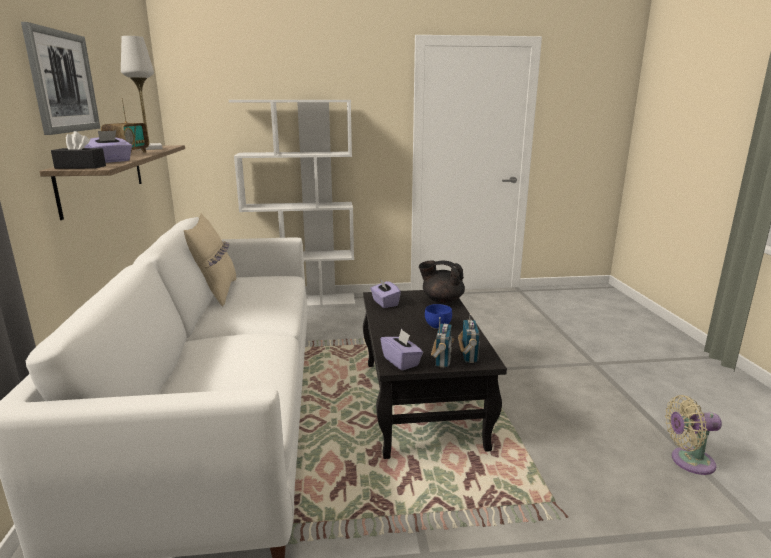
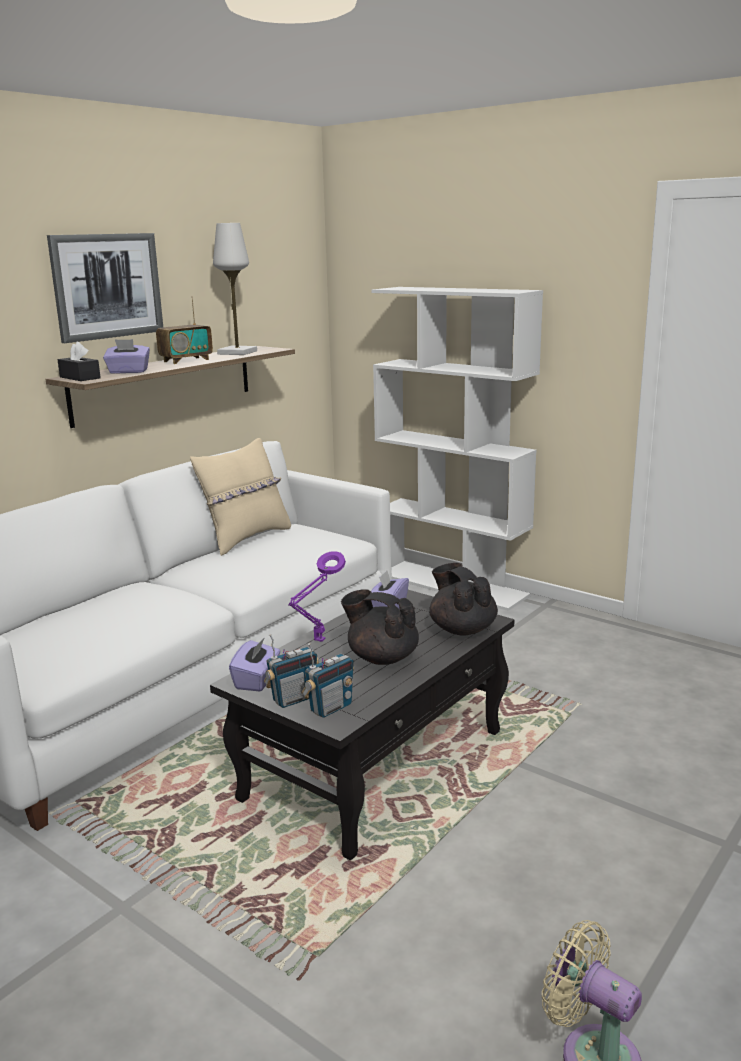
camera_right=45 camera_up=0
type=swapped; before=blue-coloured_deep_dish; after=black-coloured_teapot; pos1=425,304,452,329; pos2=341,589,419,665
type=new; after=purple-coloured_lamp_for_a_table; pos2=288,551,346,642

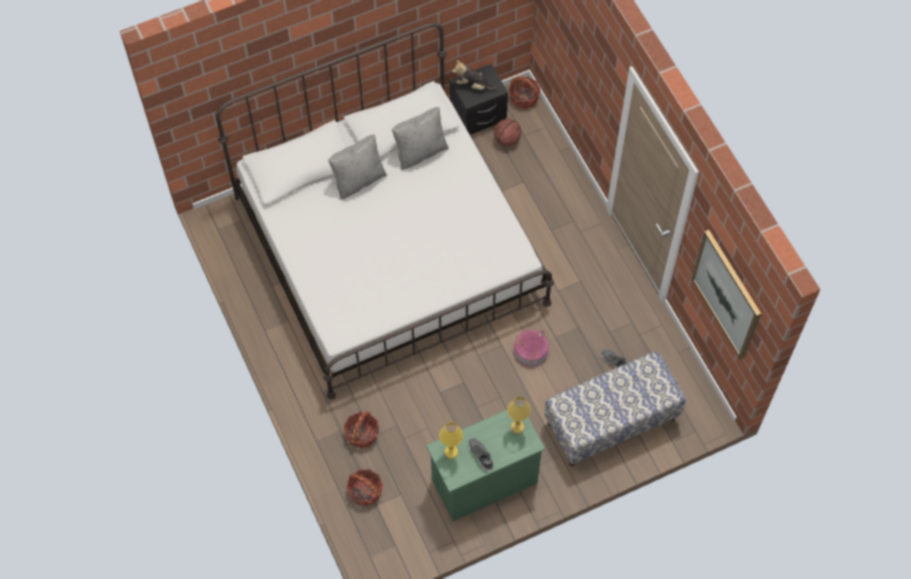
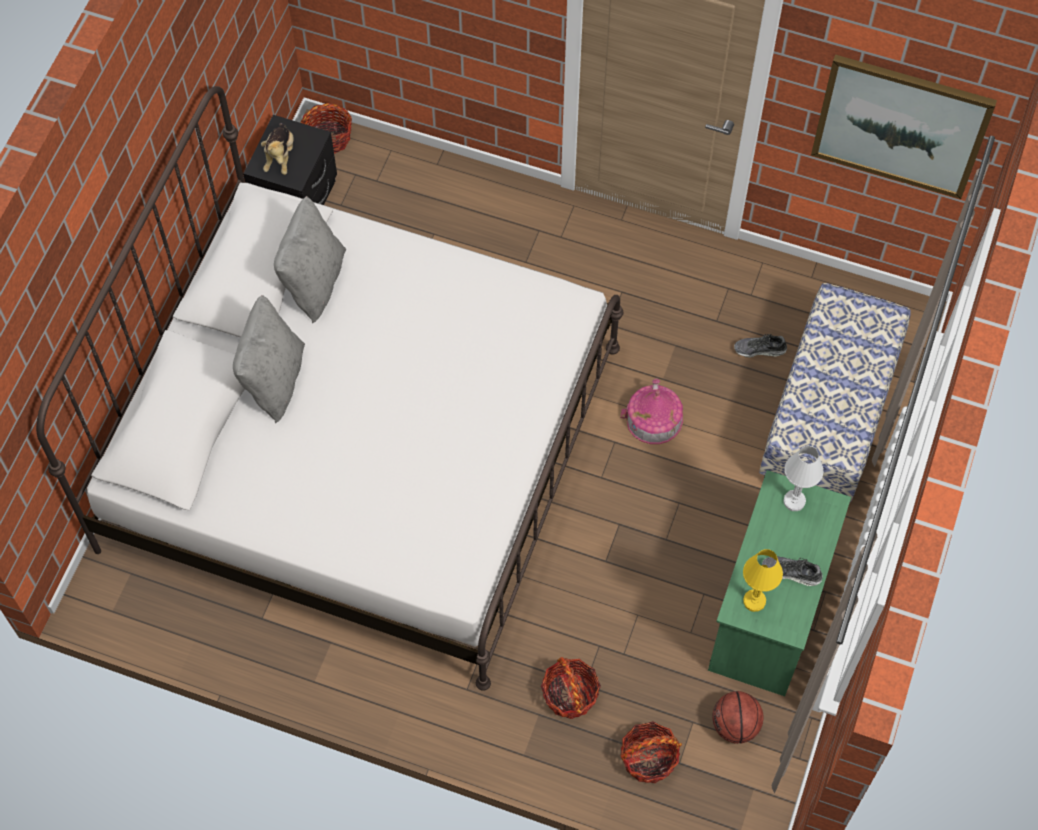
camera_right=-45 camera_up=0
type=rotated; before=cuddly_toy; pos1=452,60,497,90; pos2=261,123,294,175; turn=-60
type=shifted; before=ball_for_basketball; pos1=494,119,521,146; pos2=712,691,764,744
type=repainted; before=yellow_lamp_for_a_table; after=whitish_lamp_for_a_table; pos1=507,396,531,434; pos2=783,446,823,511

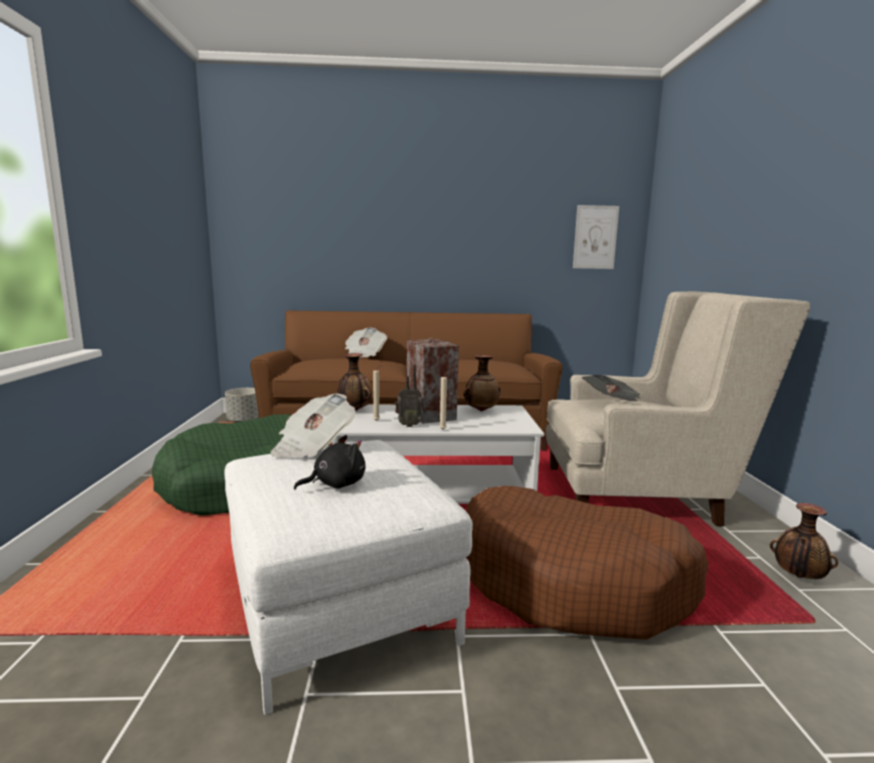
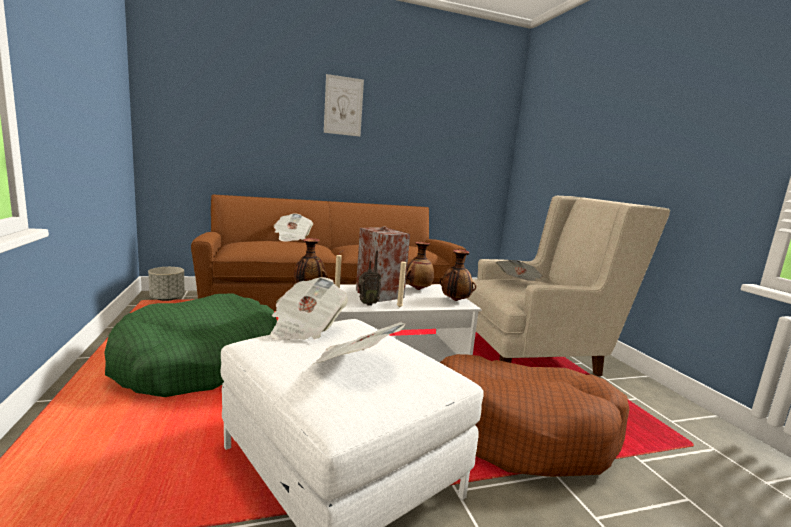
camera_right=-15 camera_up=0
type=swapped; before=black-coloured_cuddly_toy; after=daily_paper; pos1=294,435,365,490; pos2=311,321,406,365
type=shifted; before=wall_art; pos1=573,205,619,269; pos2=324,74,364,137
type=shifted; before=vase; pos1=770,503,838,579; pos2=439,250,476,301

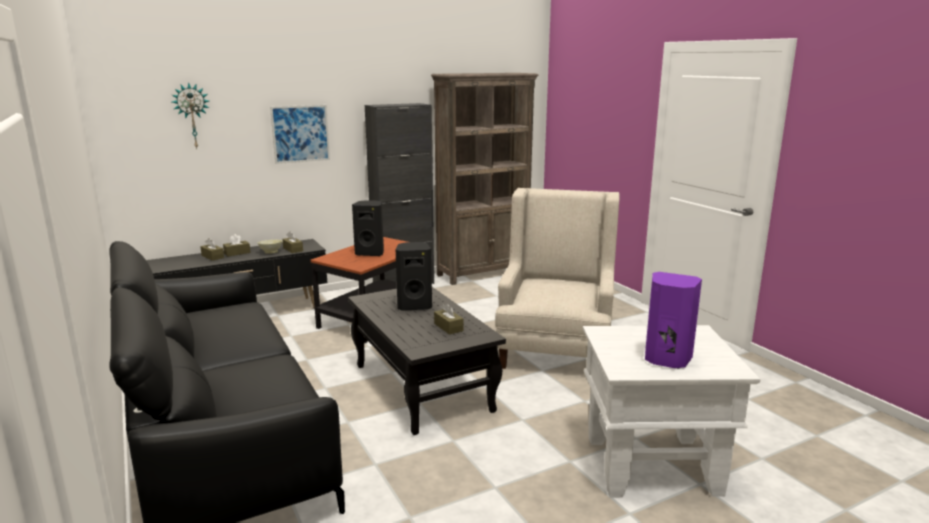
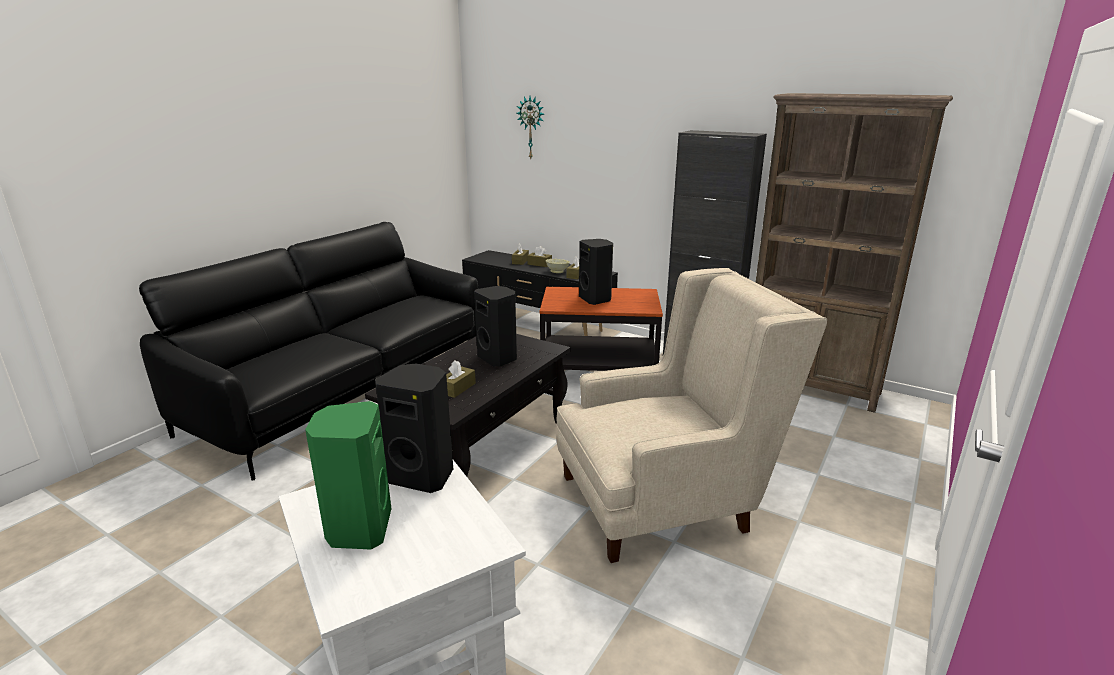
camera_right=60 camera_up=5
type=gone; before=wall_art; pos1=270,105,330,164
type=repainted; before=purple-coloured_speaker; after=green_speaker; pos1=645,272,702,369; pos2=305,401,392,550
type=new; after=black-coloured_speaker; pos2=375,363,453,493

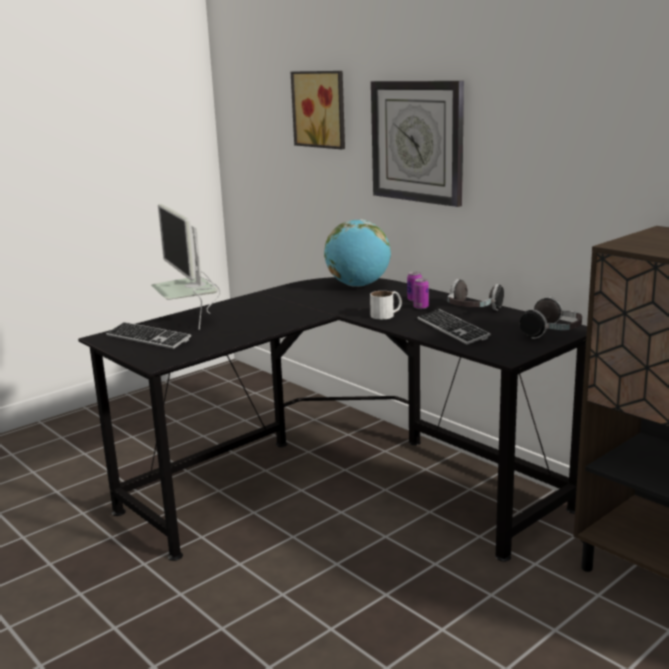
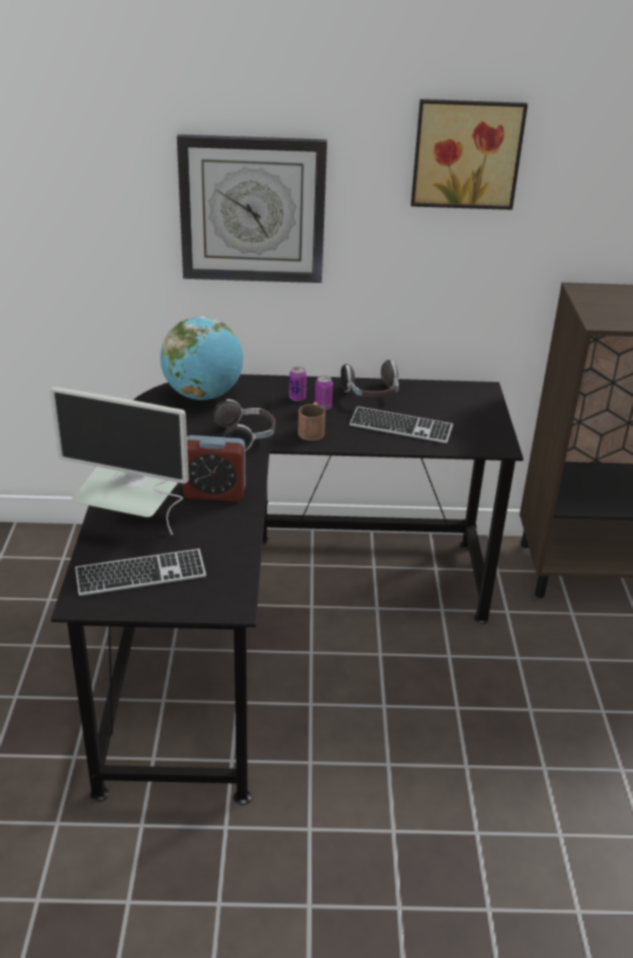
camera_right=-50 camera_up=15
type=shifted; before=wall_art; pos1=291,71,345,149; pos2=411,99,528,210
type=repainted; before=whitish_tea_mug; after=brownish_tea_mug; pos1=370,291,402,319; pos2=298,402,326,441
type=shifted; before=pair_of_headphones; pos1=519,297,582,339; pos2=212,399,276,451
type=new; after=alarm_clock; pos2=183,435,245,502

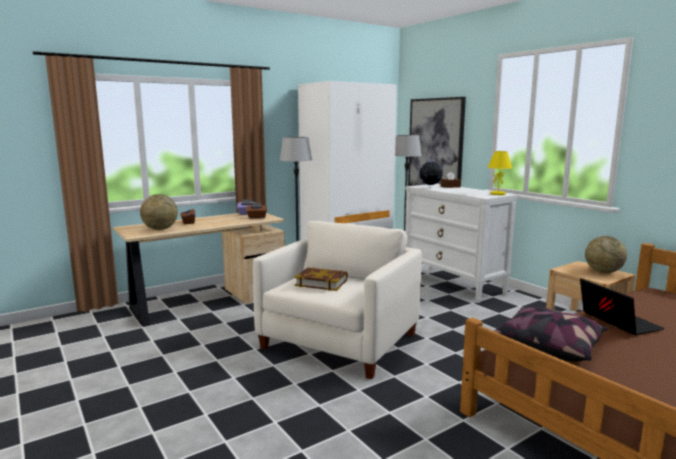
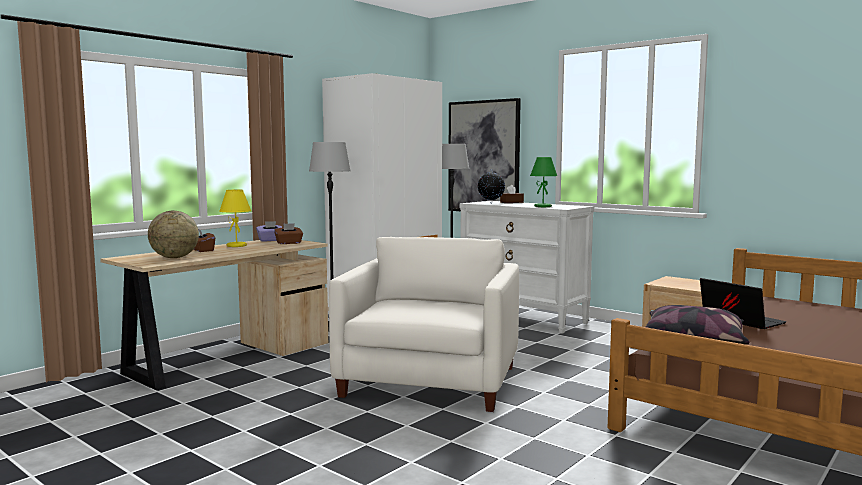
camera_right=-15 camera_up=-5
type=gone; before=volume; pos1=294,268,348,291
type=shifted; before=yellow_lamp_for_a_table; pos1=488,151,512,195; pos2=219,190,251,247
type=gone; before=desk_globe; pos1=585,236,627,273
type=new; after=green_lamp_for_a_table; pos2=530,157,558,207

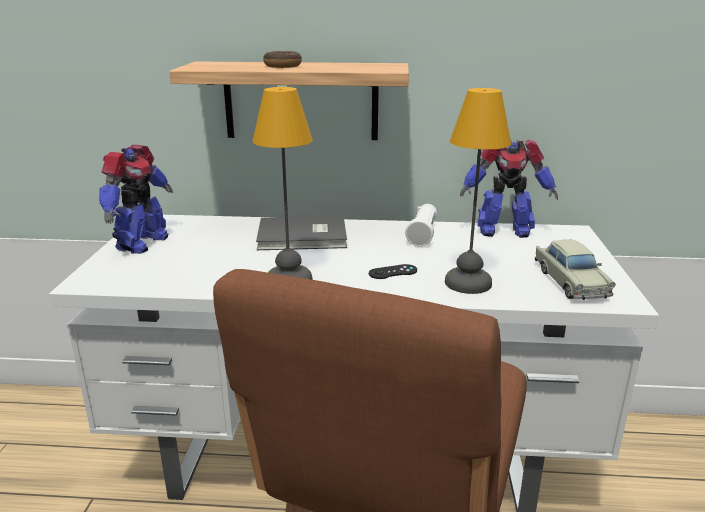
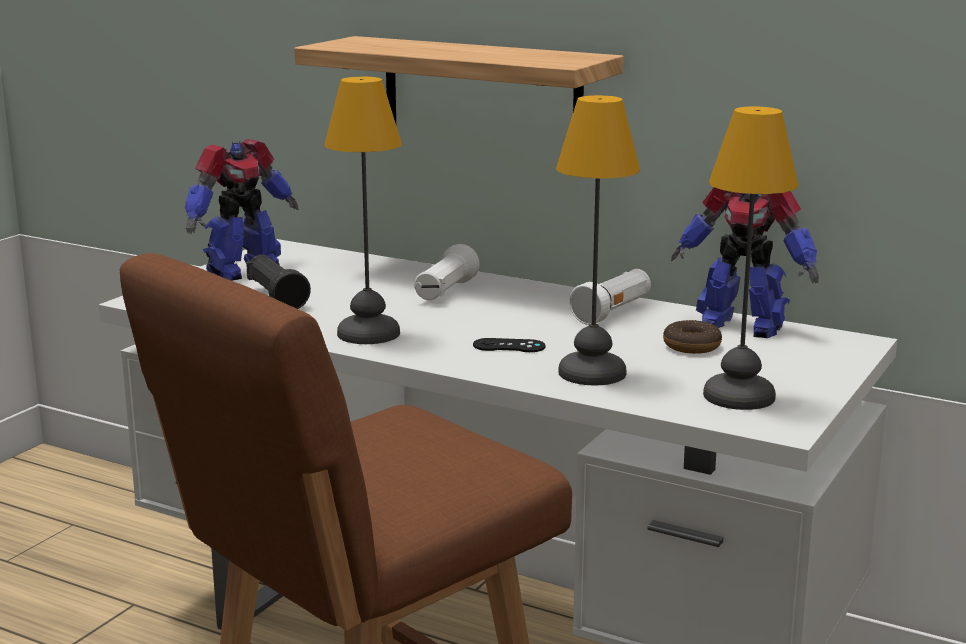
camera_right=25 camera_up=-5
type=swapped; before=grey_volume; after=whitish_flashlight; pos1=256,216,347,250; pos2=414,244,480,300
type=shifted; before=doughnut; pos1=263,51,302,68; pos2=663,320,722,354
type=swapped; before=beige-coloured_miniature_car; after=lamp_for_a_table; pos1=535,240,616,300; pos2=703,106,798,410
type=new; after=black-coloured_flashlight; pos2=246,255,311,309

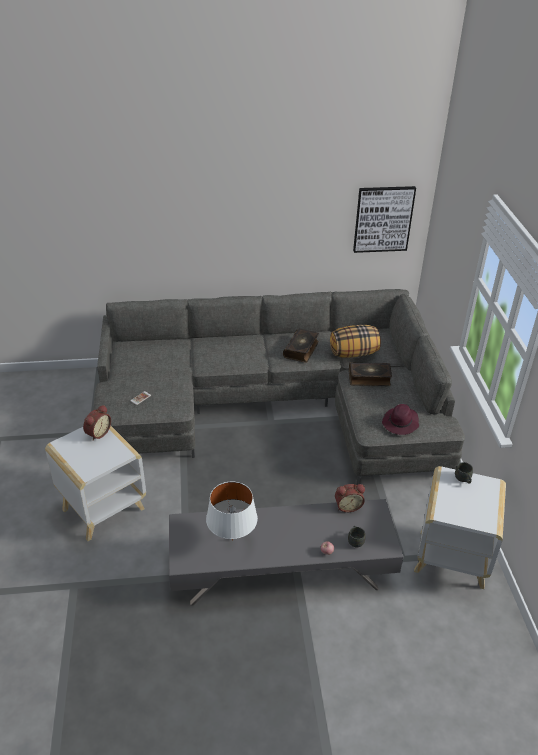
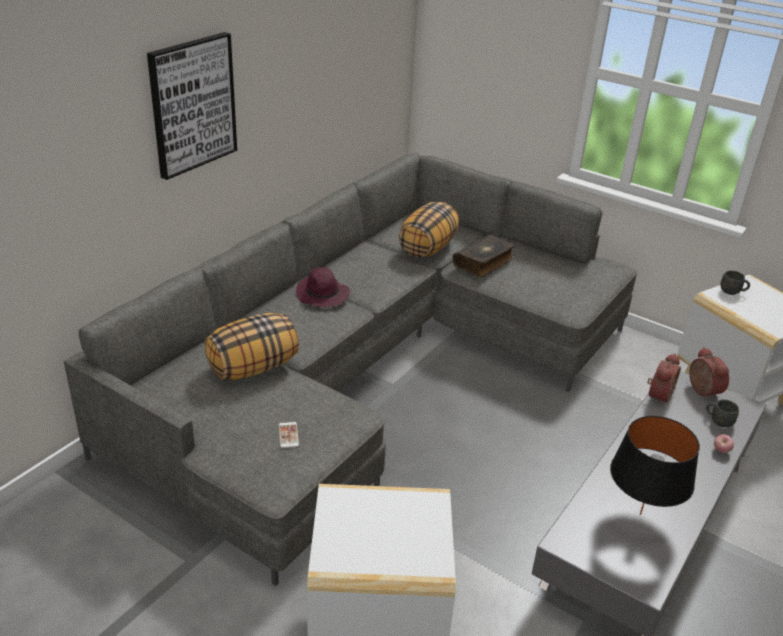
camera_right=-50 camera_up=-5
type=shifted; before=alarm_clock; pos1=83,405,111,441; pos2=689,347,729,400
type=repainted; before=whitish_lamp_for_a_table; after=black-coloured_lamp_for_a_table; pos1=206,481,258,541; pos2=610,416,700,515
type=gone; before=volume; pos1=283,329,319,363
type=shifted; before=wall_art; pos1=353,186,416,253; pos2=147,32,237,180
type=shifted; before=purple-coloured_wearable_hat; pos1=382,404,419,435; pos2=296,267,350,307
type=new; after=pillow; pos2=205,313,299,380

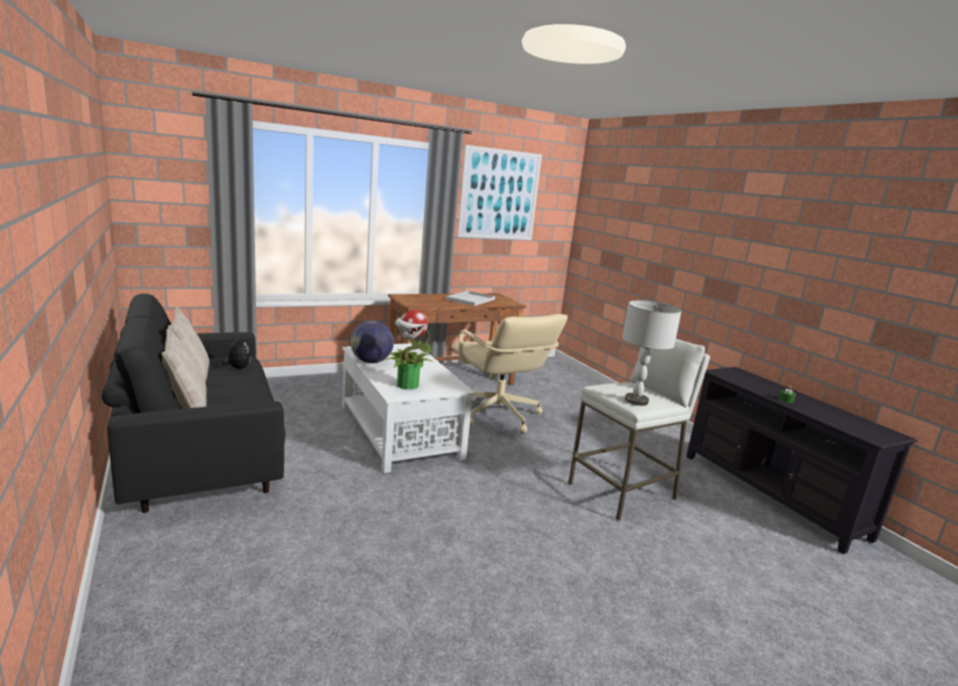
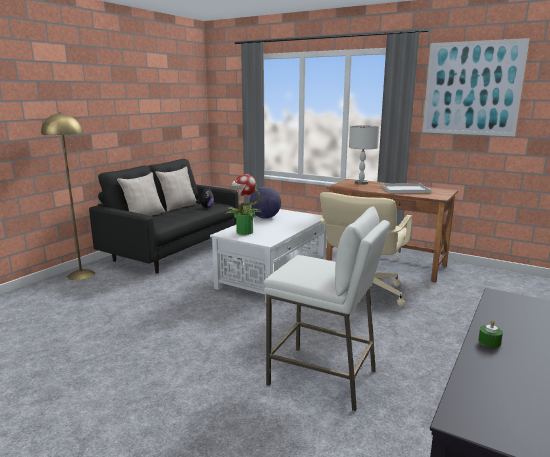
camera_right=60 camera_up=0
type=shifted; before=grey_lamp_for_a_table; pos1=622,300,682,406; pos2=349,125,379,185
type=new; after=yellow_standing_lamp; pos2=41,112,95,280

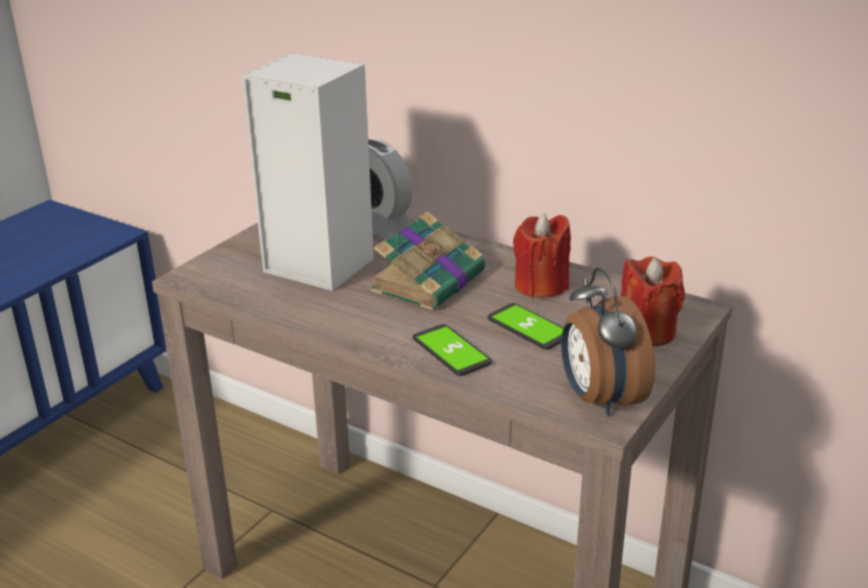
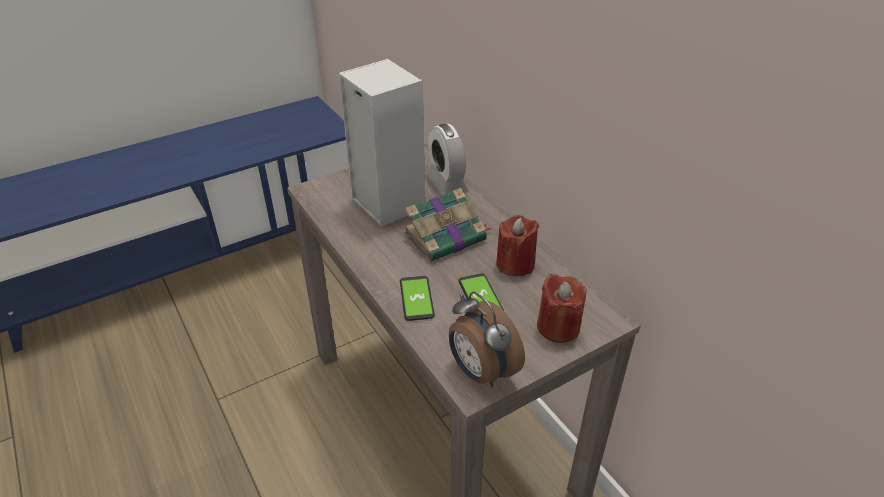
camera_right=25 camera_up=10
type=rotated; before=alarm_clock; pos1=561,268,655,417; pos2=449,291,525,387; turn=-45

